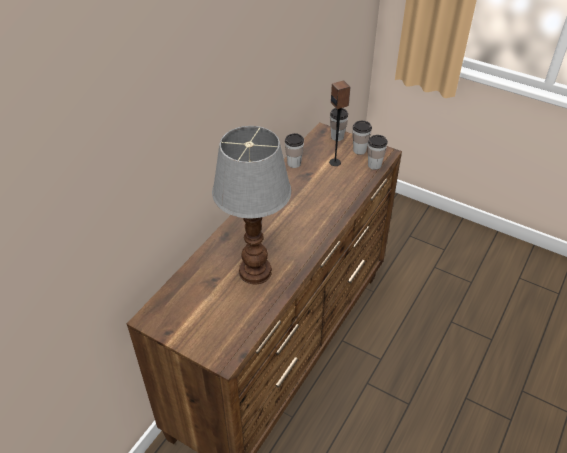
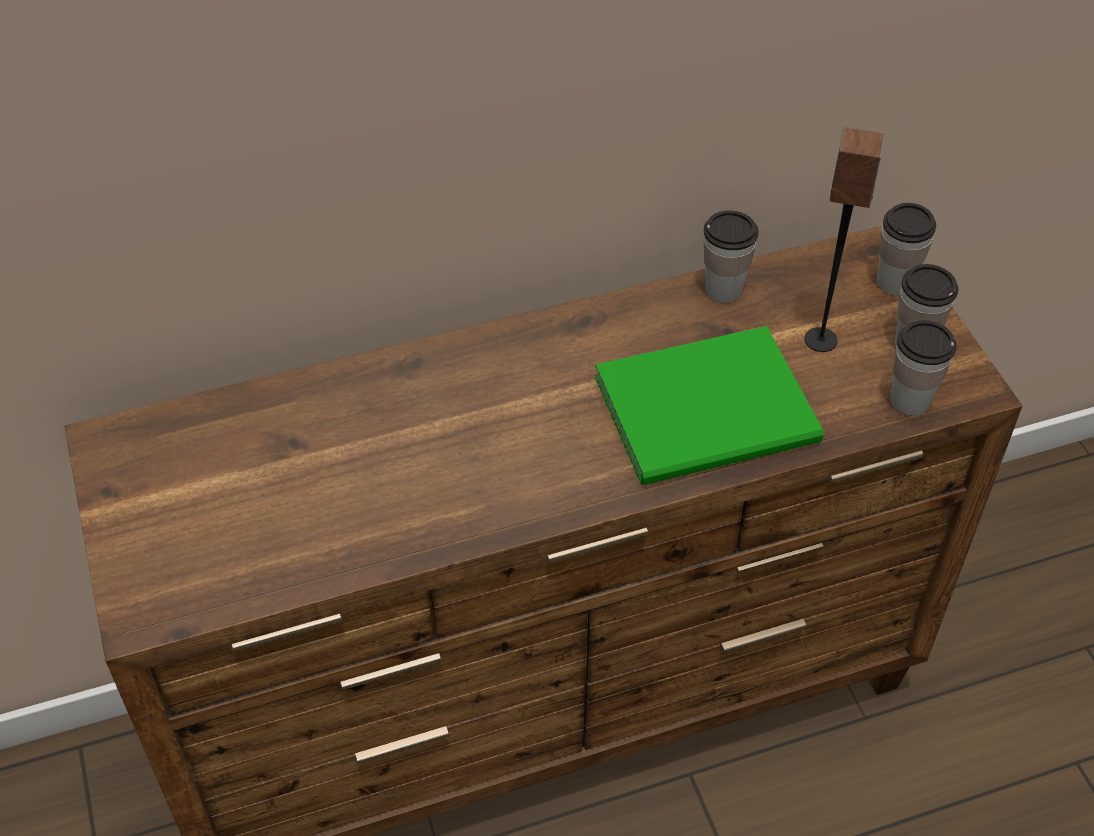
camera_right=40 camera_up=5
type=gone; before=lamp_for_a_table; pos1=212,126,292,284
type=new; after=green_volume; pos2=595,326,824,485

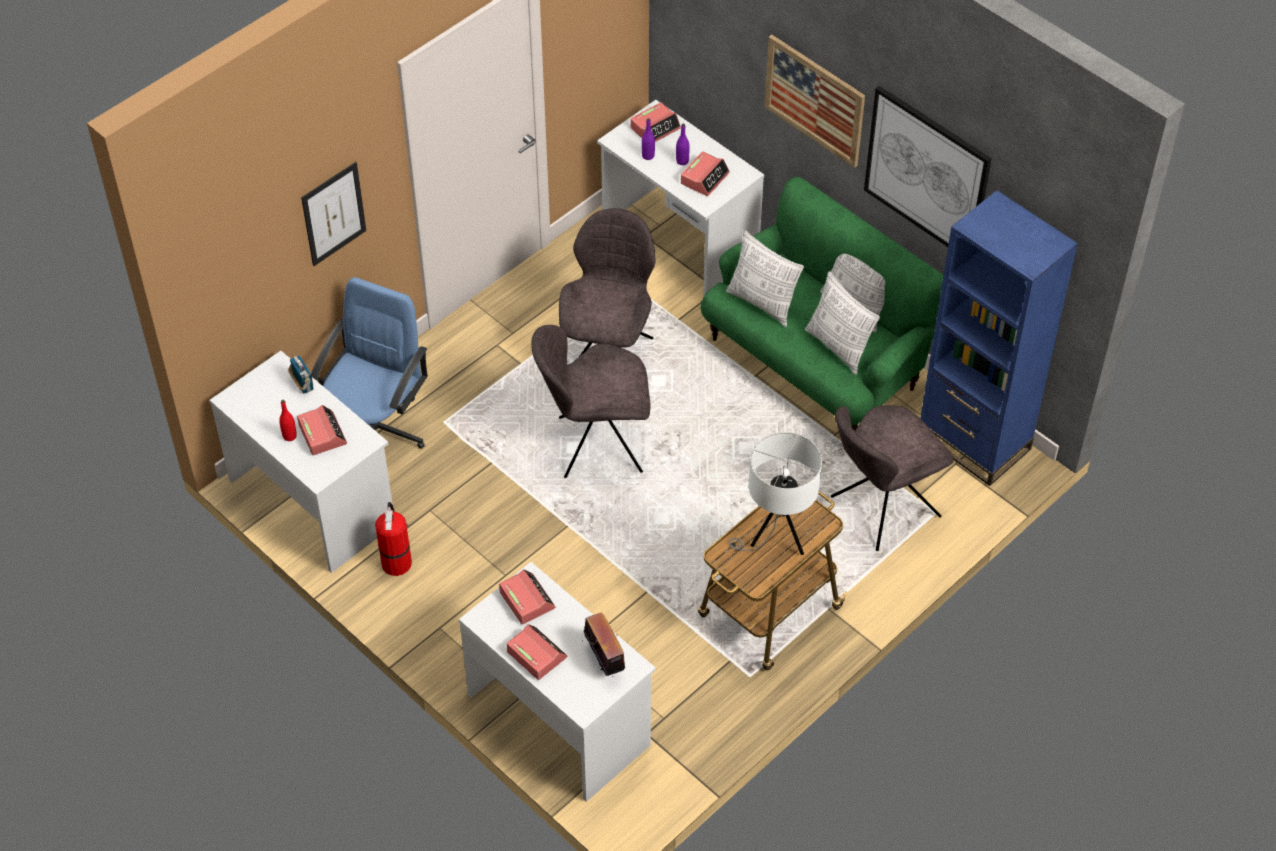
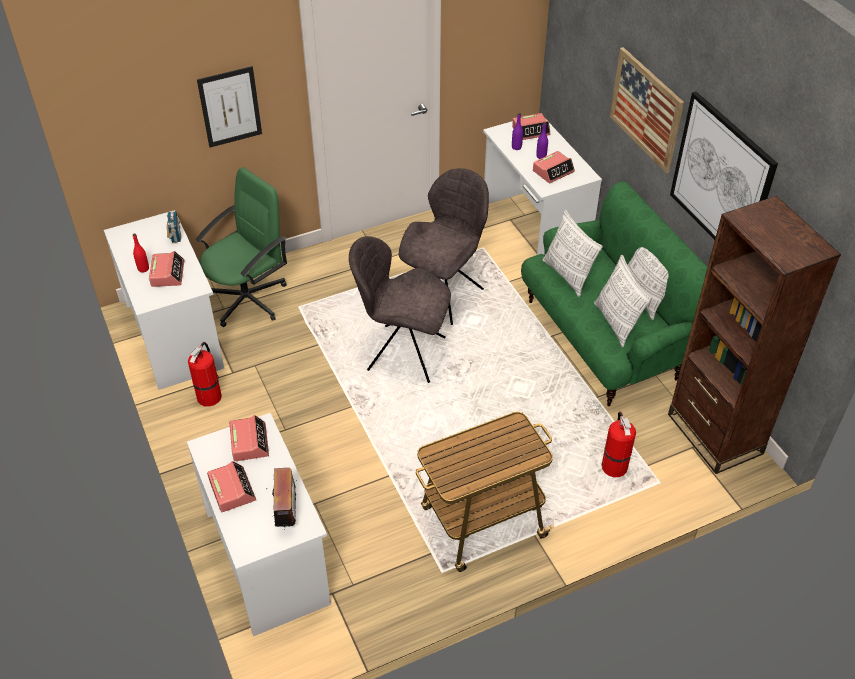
camera_right=20 camera_up=-5
type=repainted; before=blue-coloured_office_chair; after=green_office_chair; pos1=311,277,428,449; pos2=196,167,287,327
type=gone; before=whitish_lamp_for_a_table; pos1=729,432,822,555
type=swapped; before=grey_chair; after=fire_extinguisher; pos1=831,405,954,551; pos2=602,411,636,477
type=repainted; before=blue-coloured_shelving_unit; after=brownish_shelving_unit; pos1=920,190,1078,486; pos2=668,196,841,474

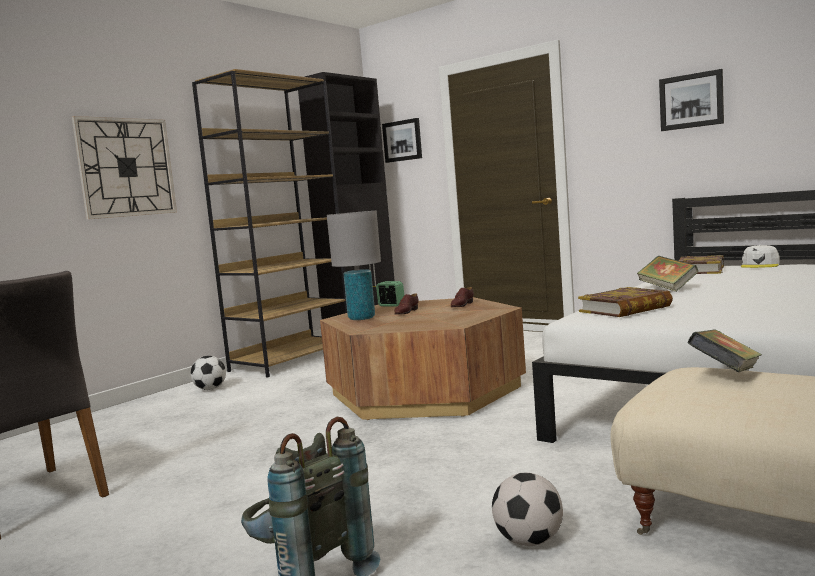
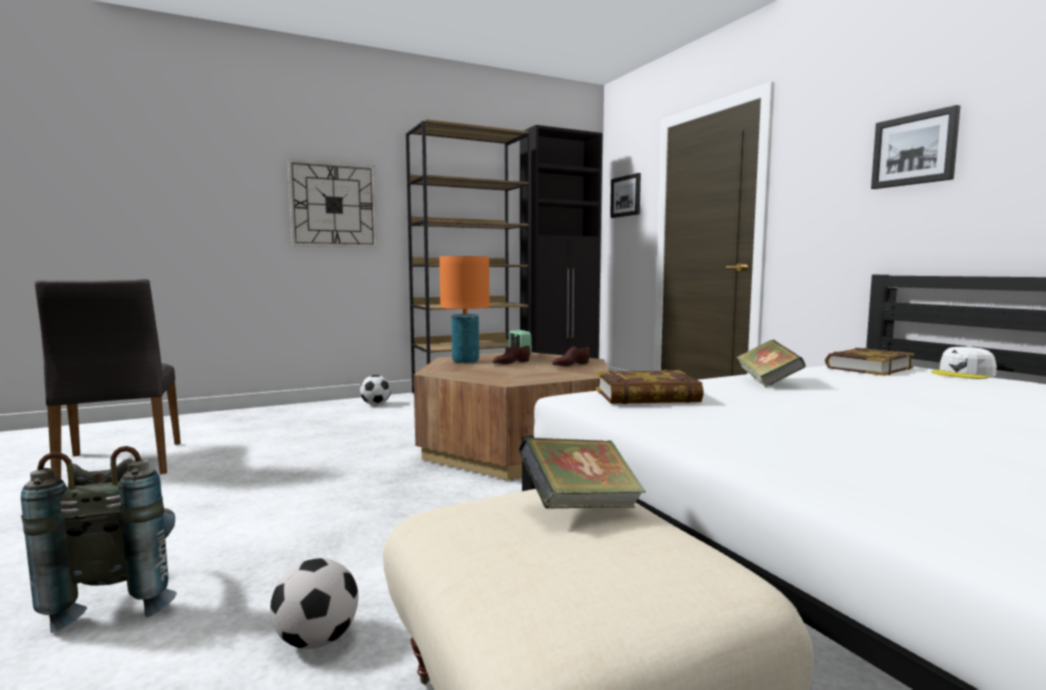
camera_right=25 camera_up=0
type=repainted; before=grey_lamp_for_a_table; after=orange-coloured_lamp_for_a_table; pos1=327,211,381,320; pos2=439,256,489,363

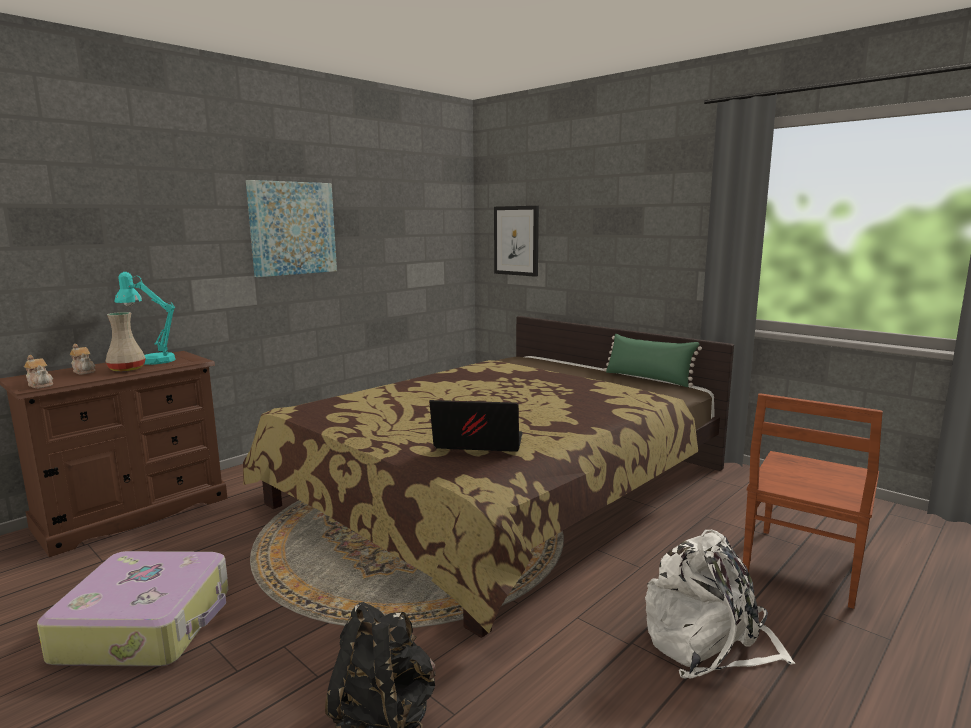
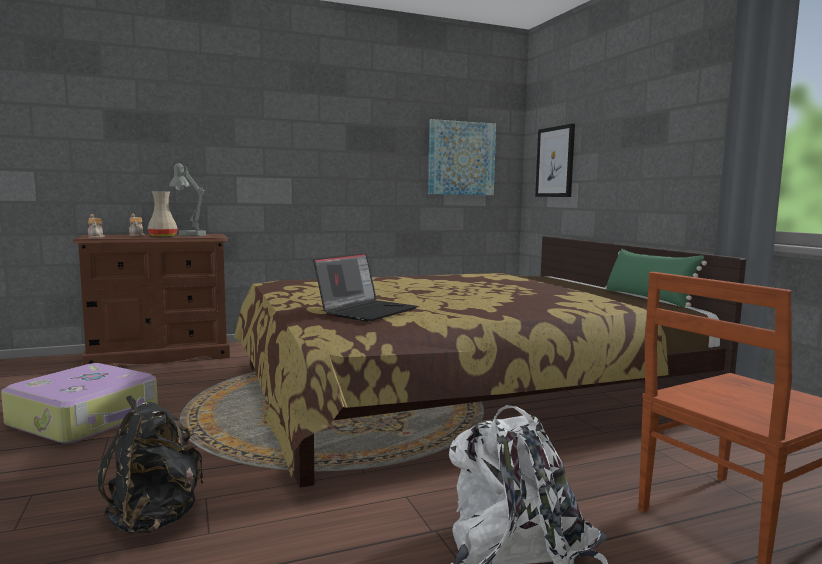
camera_right=25 camera_up=-5
type=repainted; before=turquoise_lamp_for_a_table; after=grey_lamp_for_a_table; pos1=114,272,176,365; pos2=169,163,206,236
type=shifted; before=wall_art; pos1=246,180,337,277; pos2=428,119,496,195
type=rotated; before=notebook_computer; pos1=429,400,523,452; pos2=313,252,417,322; turn=90

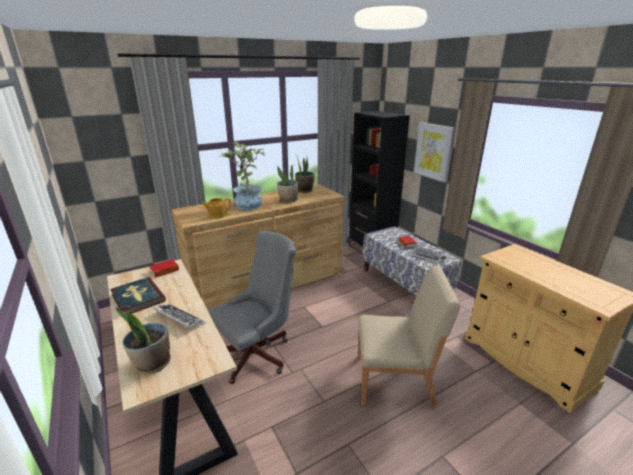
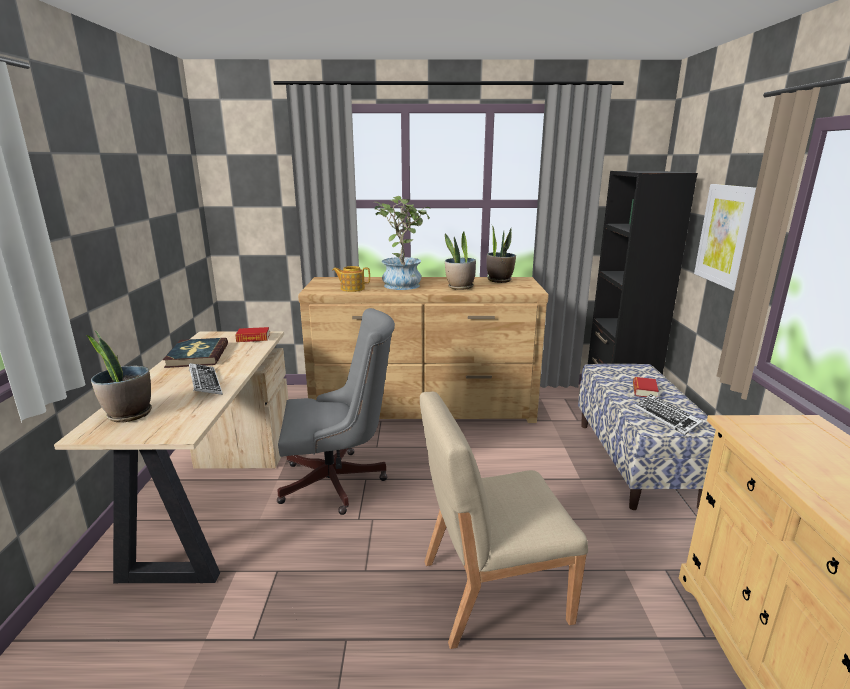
camera_right=30 camera_up=-5
type=rotated; before=beige-coloured_chair; pos1=358,266,460,408; pos2=420,392,588,649; turn=135

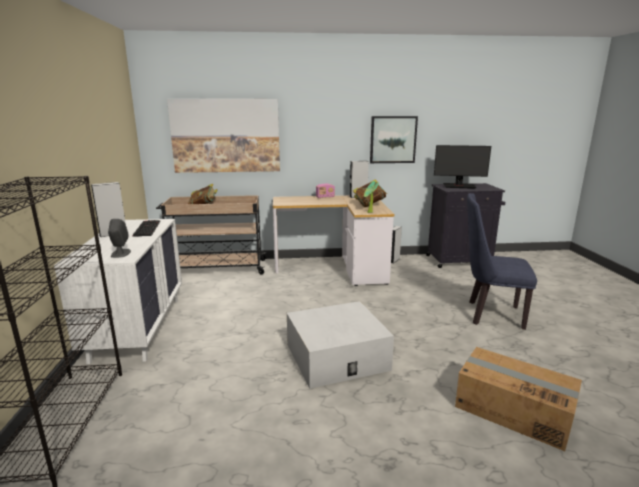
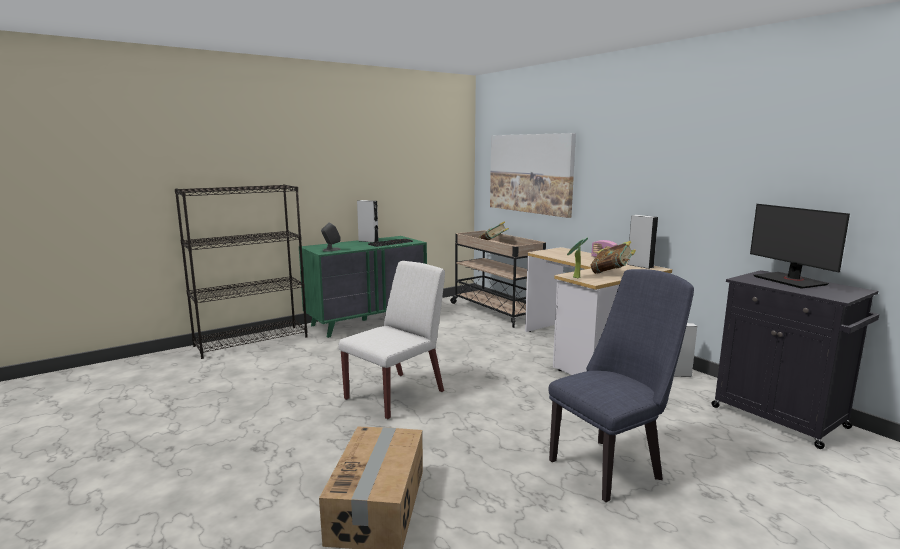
camera_right=60 camera_up=-5
type=repainted; before=whitish_dresser; after=green_dresser; pos1=54,219,182,364; pos2=299,236,427,338
type=swapped; before=whitish_storage_container; after=whitish_chair; pos1=287,301,394,389; pos2=338,261,445,419
type=gone; before=wall_art; pos1=370,116,418,163
type=rotated; before=blue-coloured_chair; pos1=467,193,537,330; pos2=548,269,694,502; turn=75

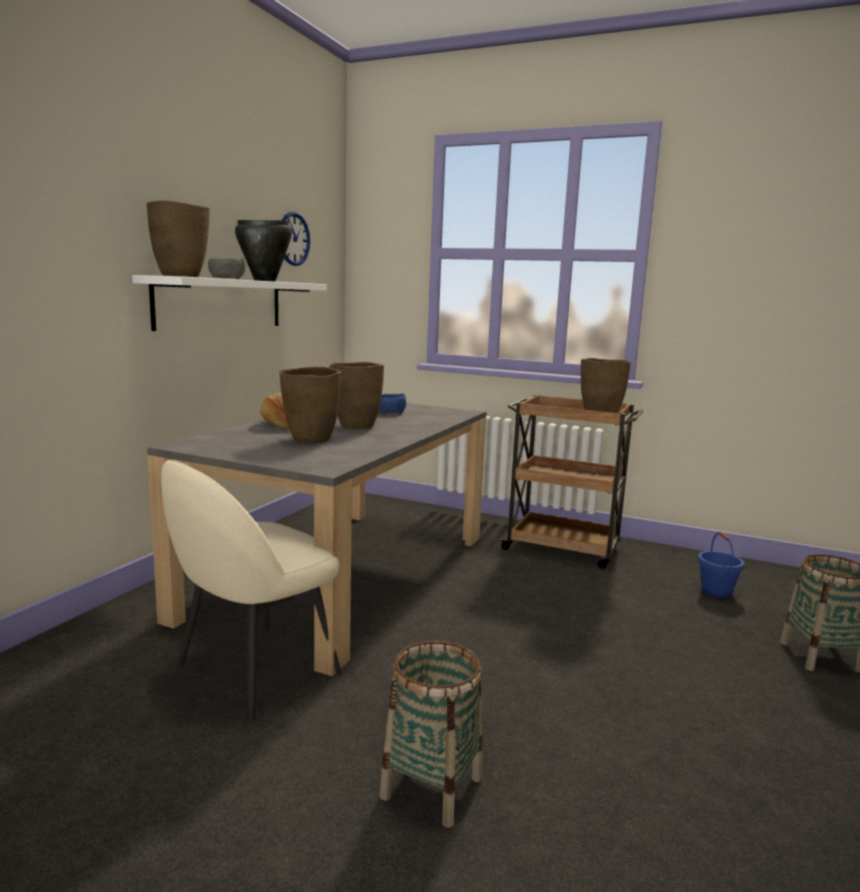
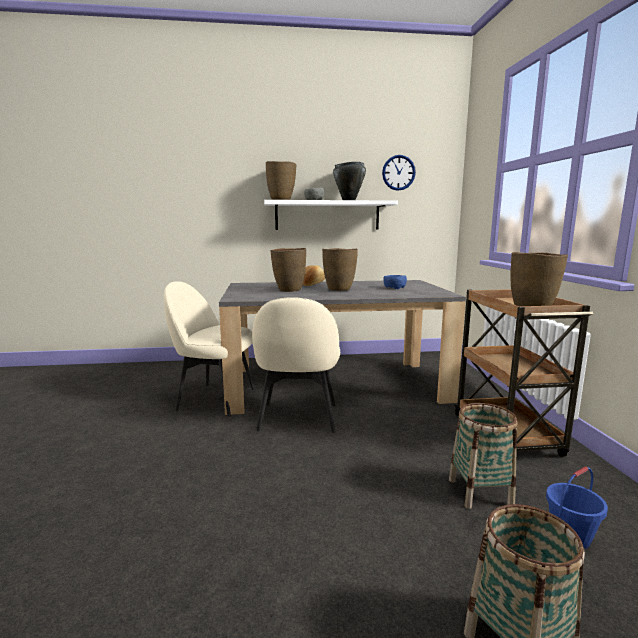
camera_right=60 camera_up=0
type=shifted; before=storage_basket; pos1=380,640,482,828; pos2=449,403,517,509
type=new; after=beige-coloured_chair; pos2=252,297,340,433

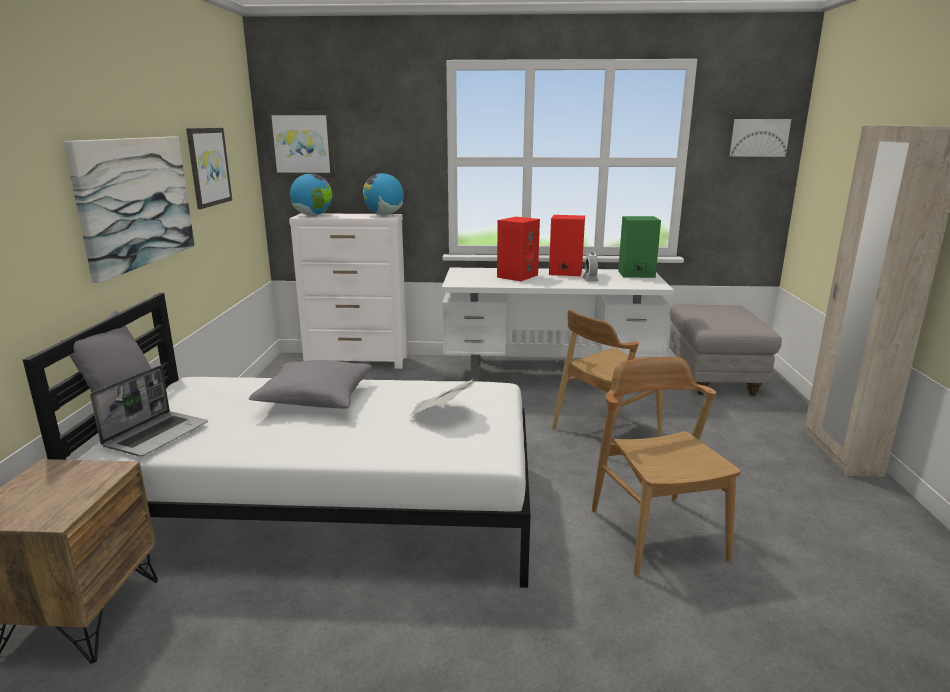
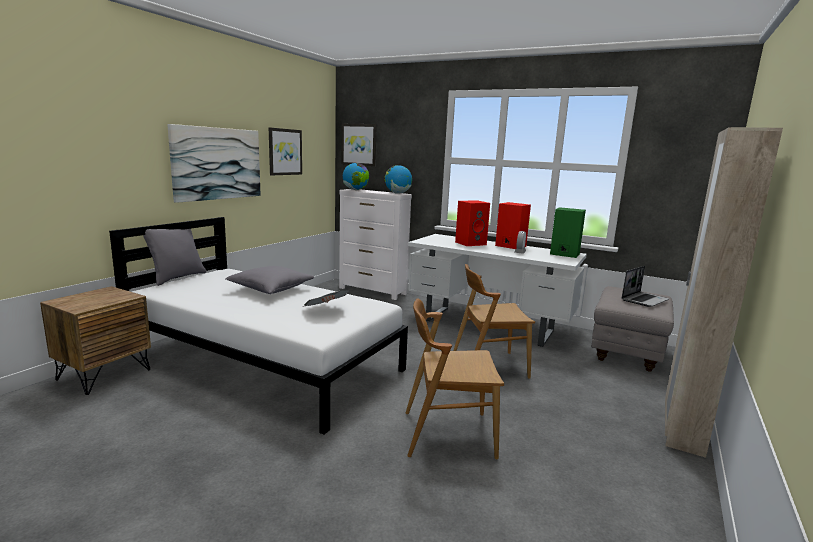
camera_right=25 camera_up=-5
type=shifted; before=notebook_computer; pos1=90,365,208,456; pos2=622,266,669,307
type=rotated; before=brownish_chair; pos1=592,357,740,576; pos2=406,298,504,460; turn=-105
type=gone; before=wall_art; pos1=730,119,791,157

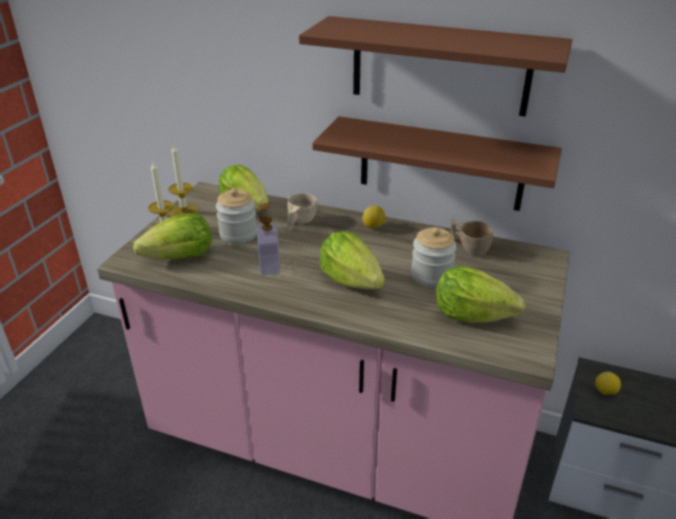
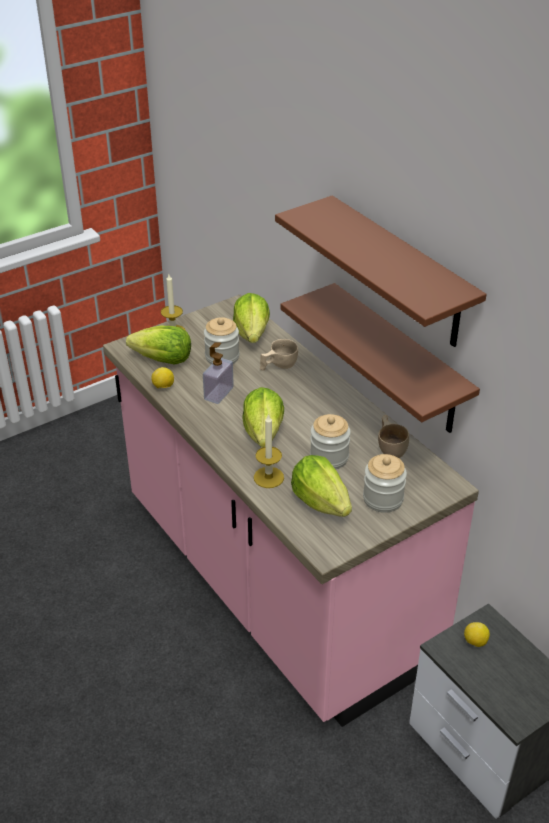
camera_right=35 camera_up=5
type=shifted; before=wax_light; pos1=169,143,198,217; pos2=254,414,284,488
type=shifted; before=citrus_fruit; pos1=362,206,386,229; pos2=151,367,174,389
type=new; after=jar; pos2=363,454,407,513

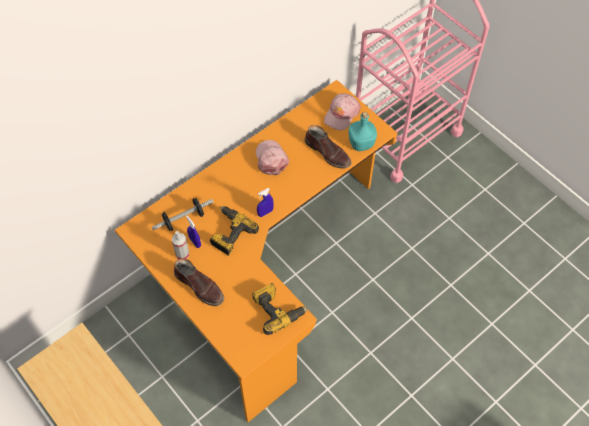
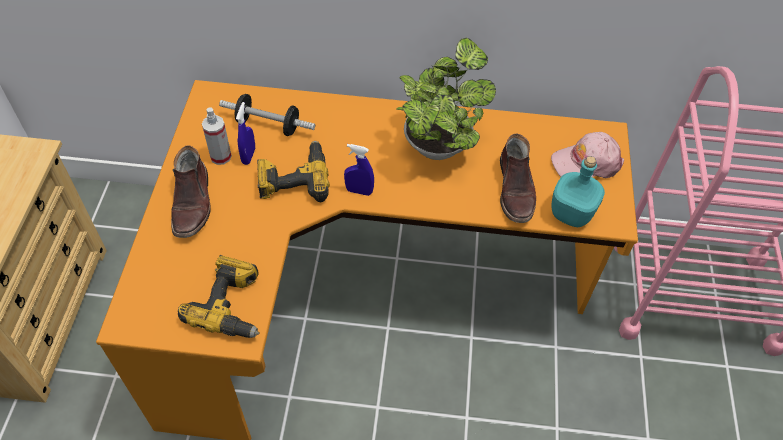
camera_right=45 camera_up=-5
type=swapped; before=pink-coloured_peaked_cap; after=houseplant; pos1=256,140,289,175; pos2=396,38,496,160

